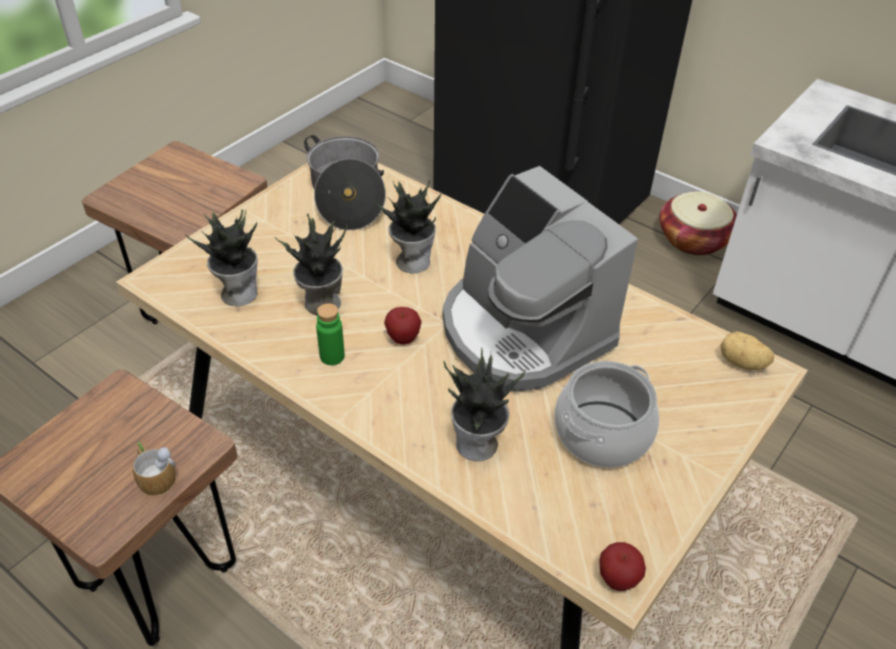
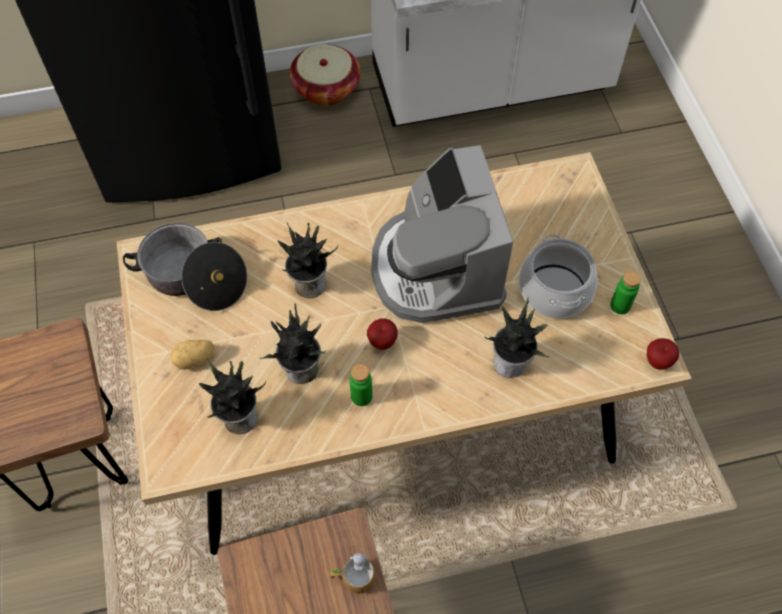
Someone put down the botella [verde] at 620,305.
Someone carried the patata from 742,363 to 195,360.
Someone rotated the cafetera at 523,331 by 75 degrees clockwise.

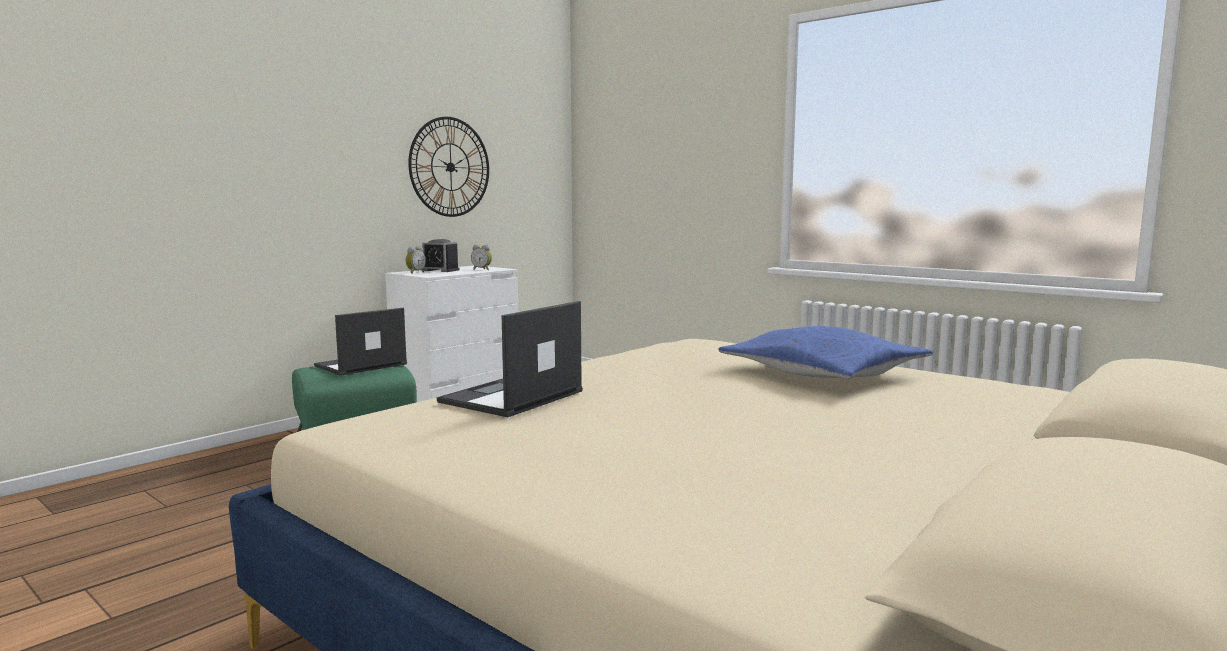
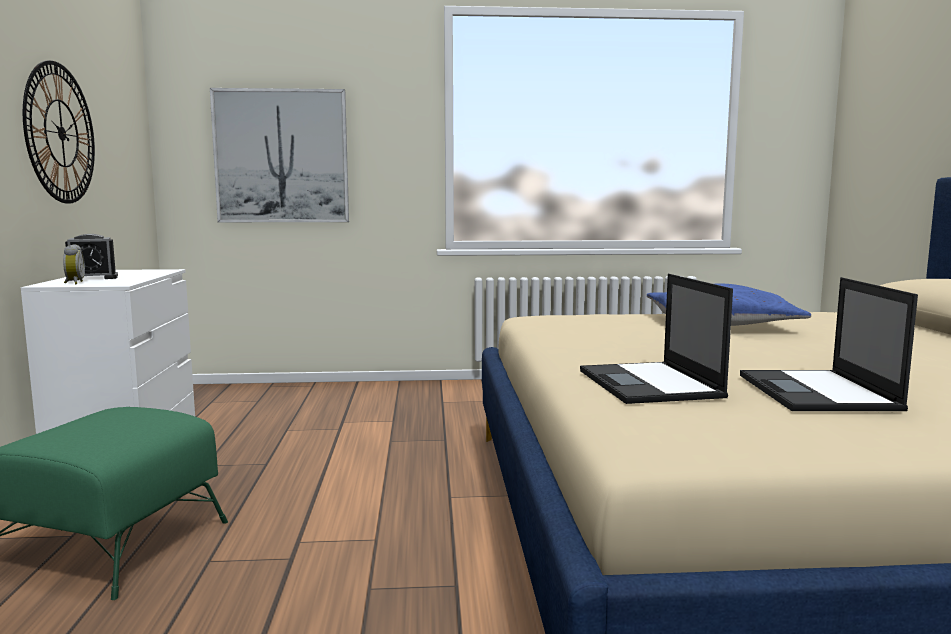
Someone took away the despertador at 482,269.
Someone put up the cuadro at 281,156.
Someone carried the portátil from 360,365 to 818,392.

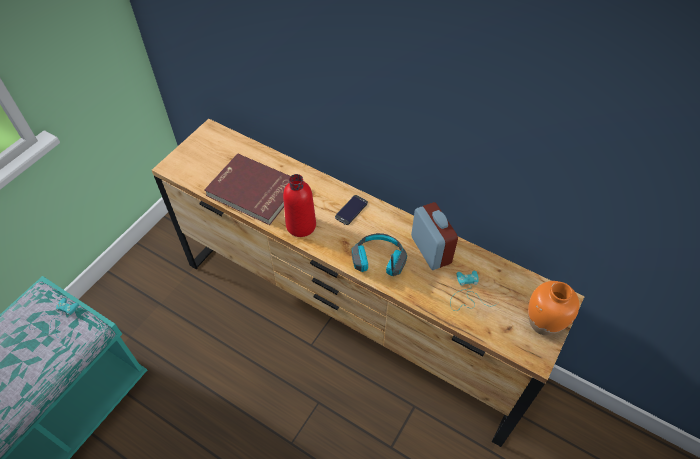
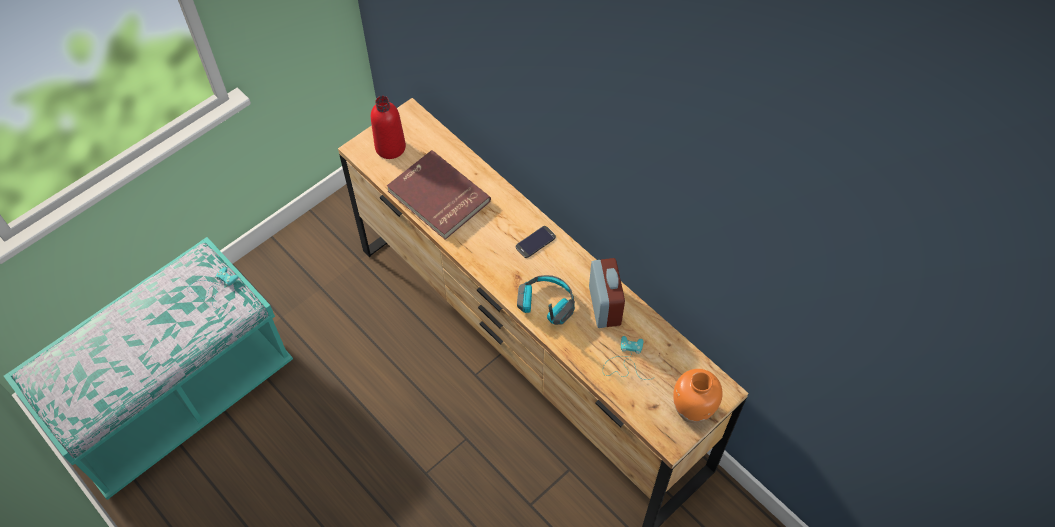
Someone carried the botella [rojo] from 301,225 to 390,147.

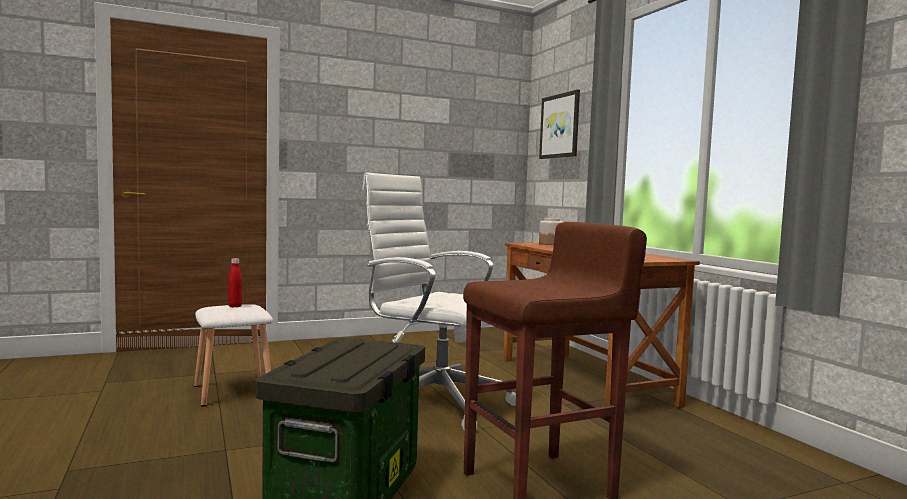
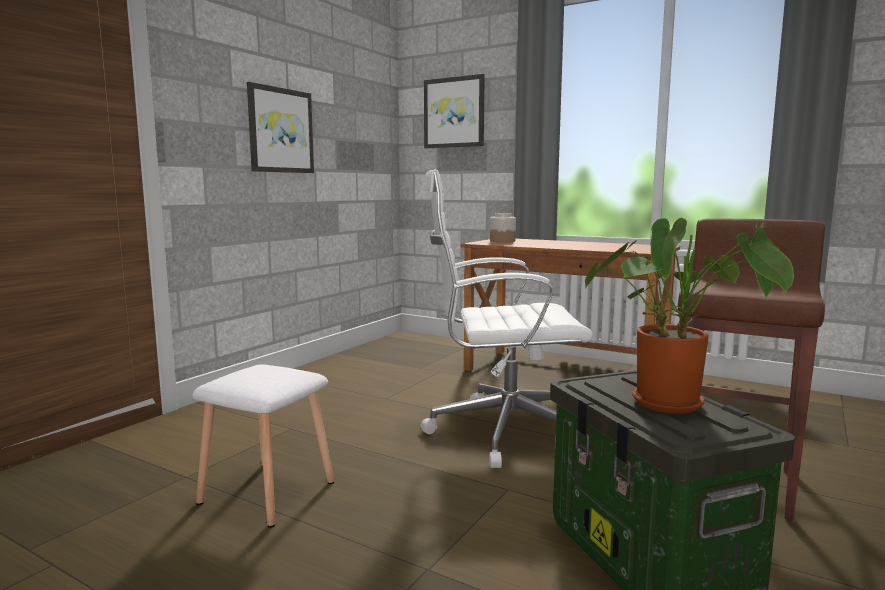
Someone took away the botella [rojo] at 235,306.
Someone put up the cuadro at 280,130.
Someone put down the planta en maceta at 676,404.

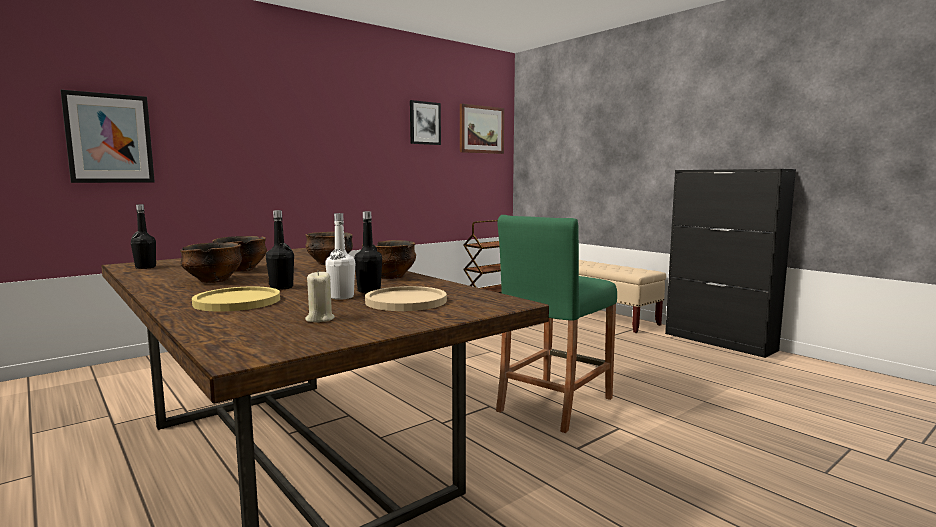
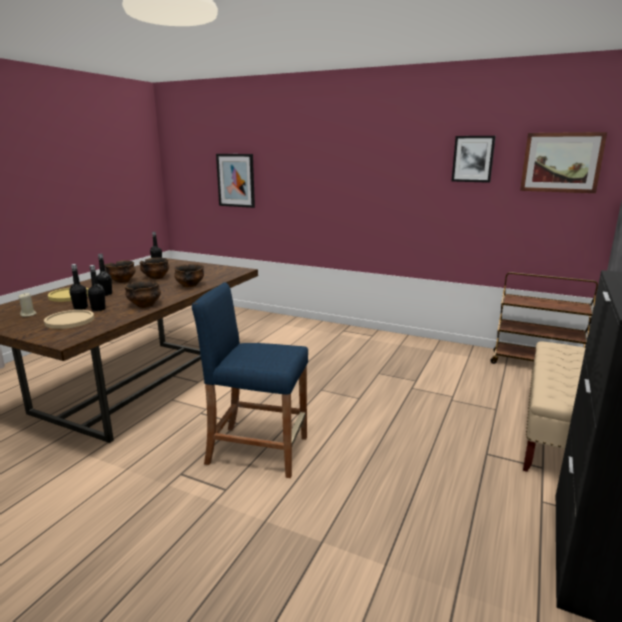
Someone repainted the botella [blanco] at 341,297, which became the botella [negro] at 80,308.
Someone repainted the taburete [verde] at 554,404, which became the taburete [azul] at 257,450.

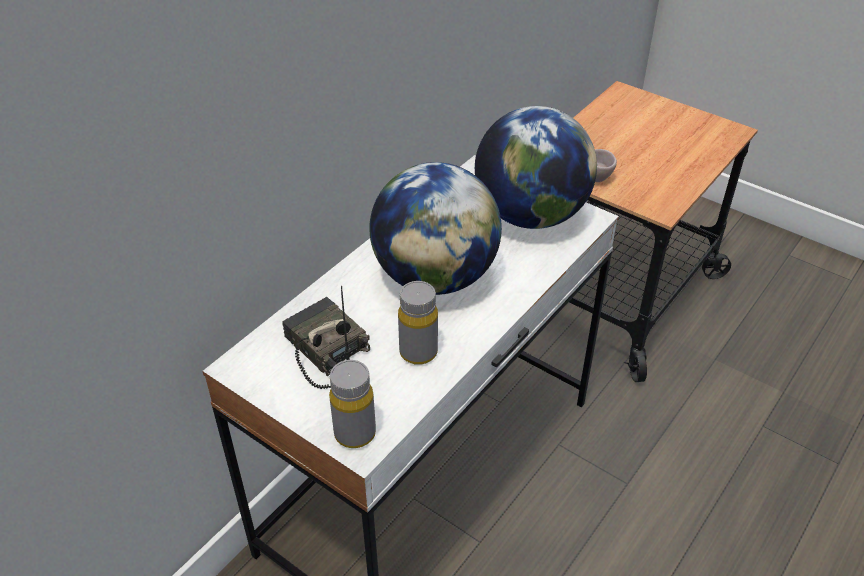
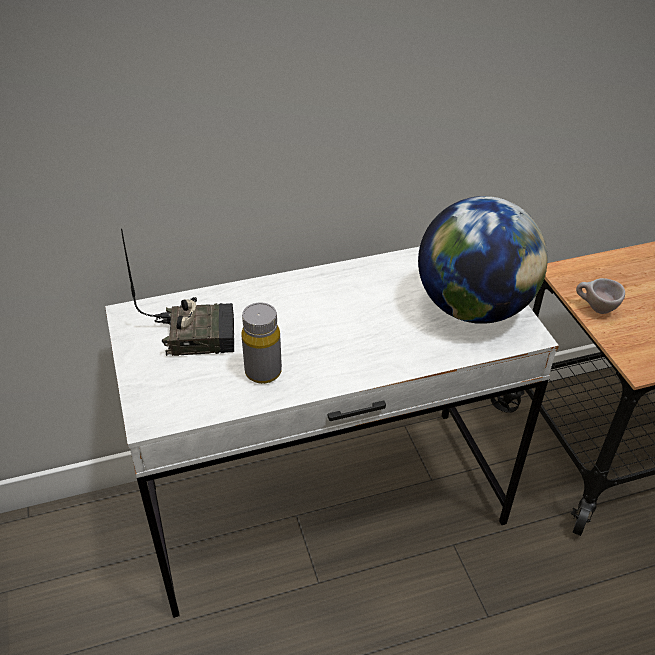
Someone took away the botella [gris] at 355,433.
Someone took away the globo terráqueo at 435,277.
Someone rotated the radio at 323,350 by 90 degrees clockwise.

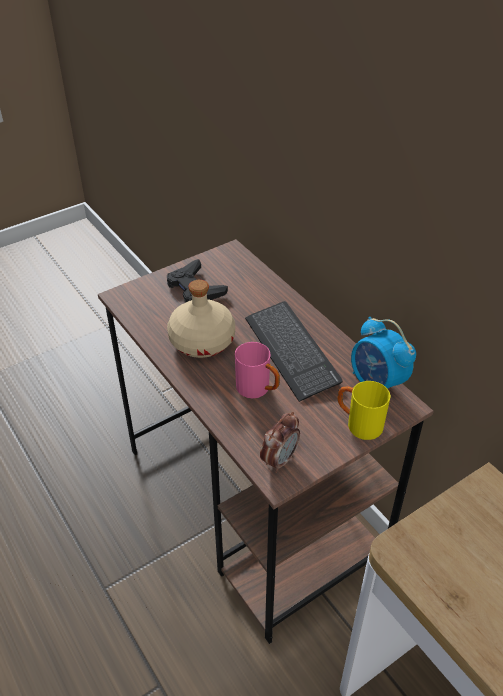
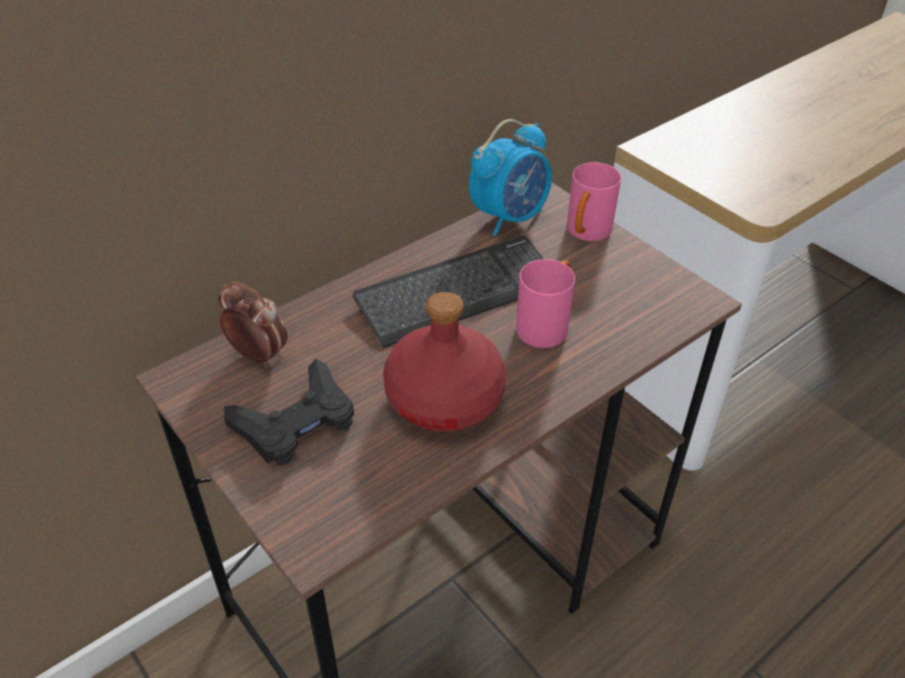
Someone carried the despertador from 279,460 to 258,355.
Someone repainted the botella [beis] at 203,341, which became the botella [rojo] at 445,397.
Someone repainted the taza grande [amarillo] at 358,424, which became the taza grande [rosa] at 586,234.

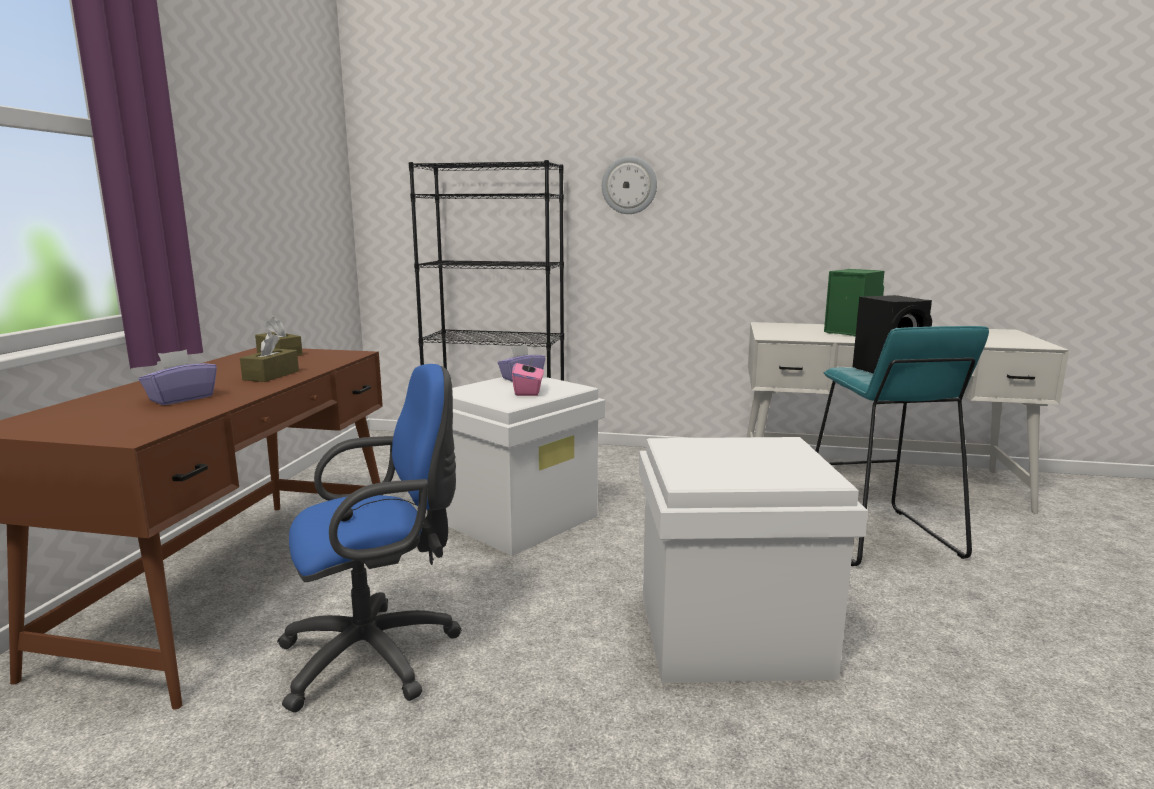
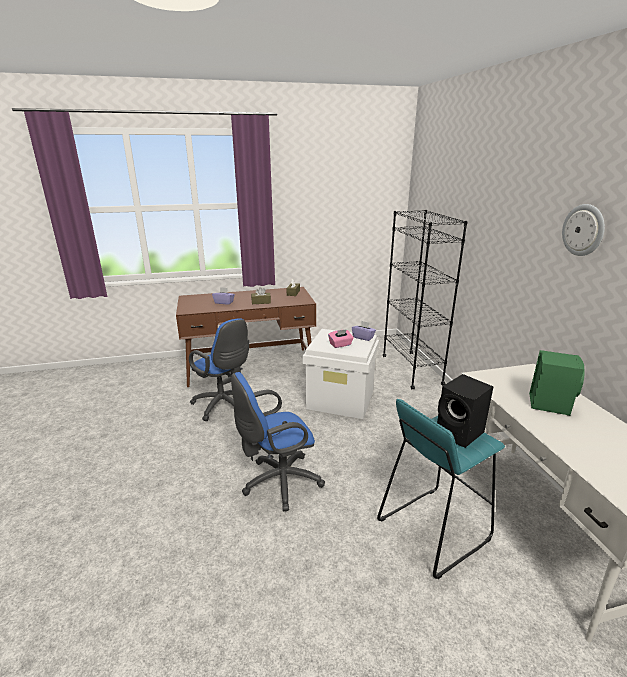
Someone carried the reloj de pared from 629,185 to 583,230.
Someone swapped the caja de almacenaje [blanco] at 729,635 for the silla de oficina [azul] at 278,482.

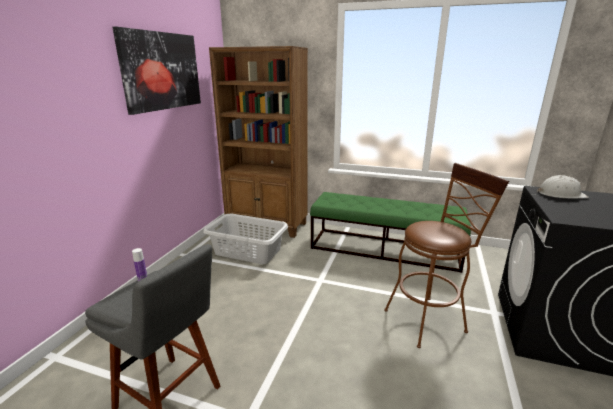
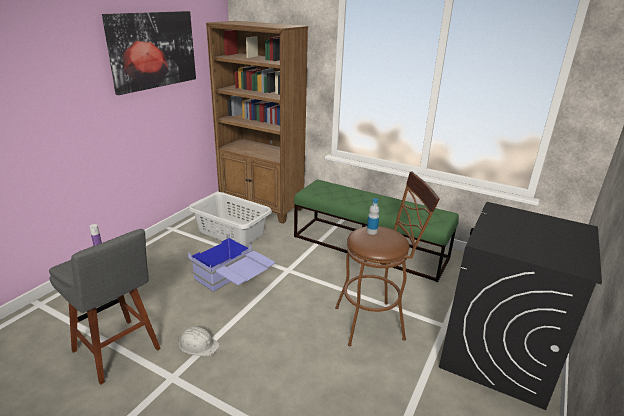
Someone put down the caja de almacenaje [azul] at 234,283.
Someone put down the botella at 372,231.
Someone carried the casco [blanco] from 560,194 to 198,345.

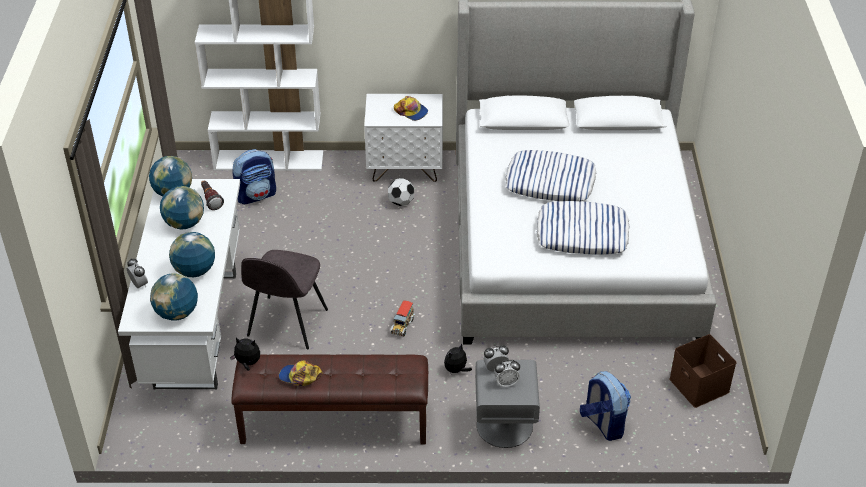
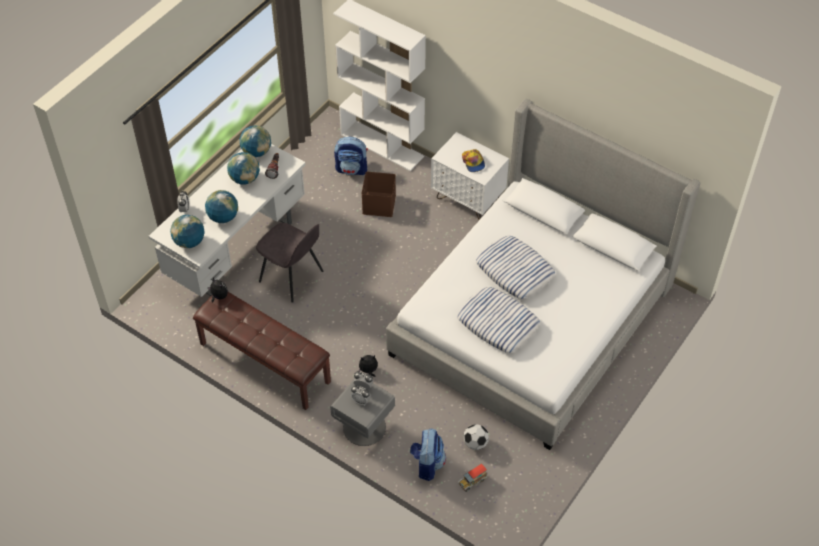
Someone took away the gorra at 299,377.
Someone carried the balón de fútbol from 401,202 to 475,443.
Someone carried the camión de juguete from 402,326 to 472,481.
Someone carried the caja de almacenaje [marrón] from 700,385 to 379,204.
Someone rotated the silla [gris] at 286,324 by 105 degrees counterclockwise.

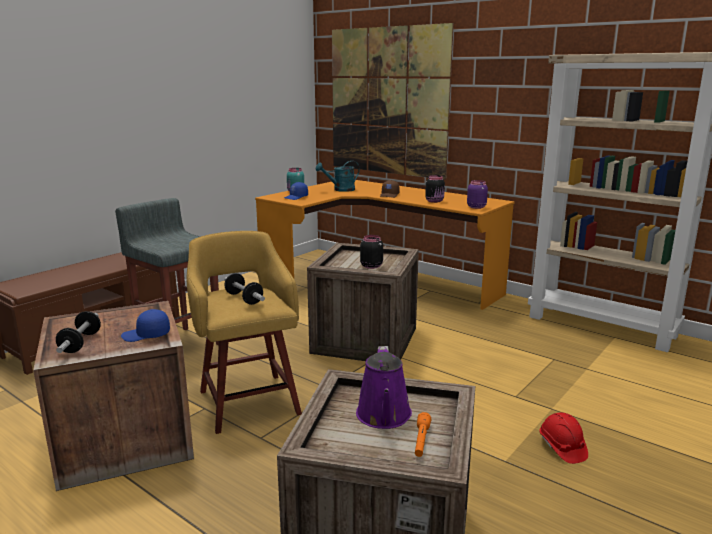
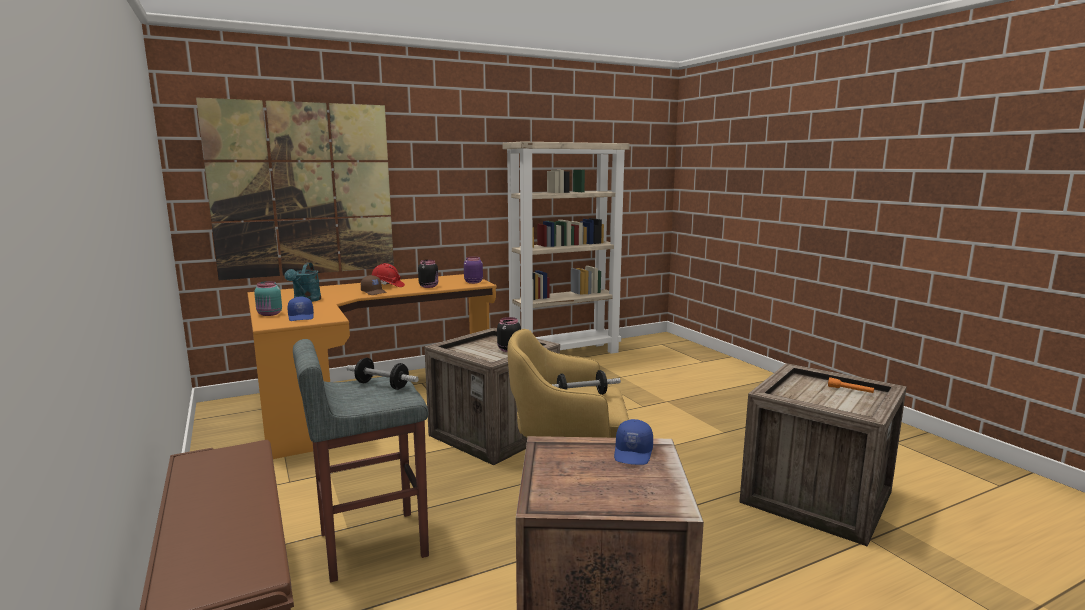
Someone took away the regadera [morado] at 384,417.
Someone carried the mancuerna from 80,343 to 382,385.
Someone carried the casco [rojo] from 562,448 to 387,286.

